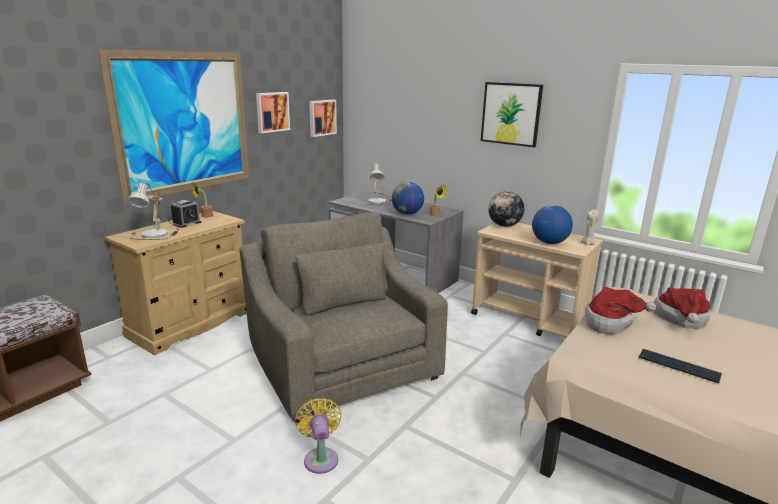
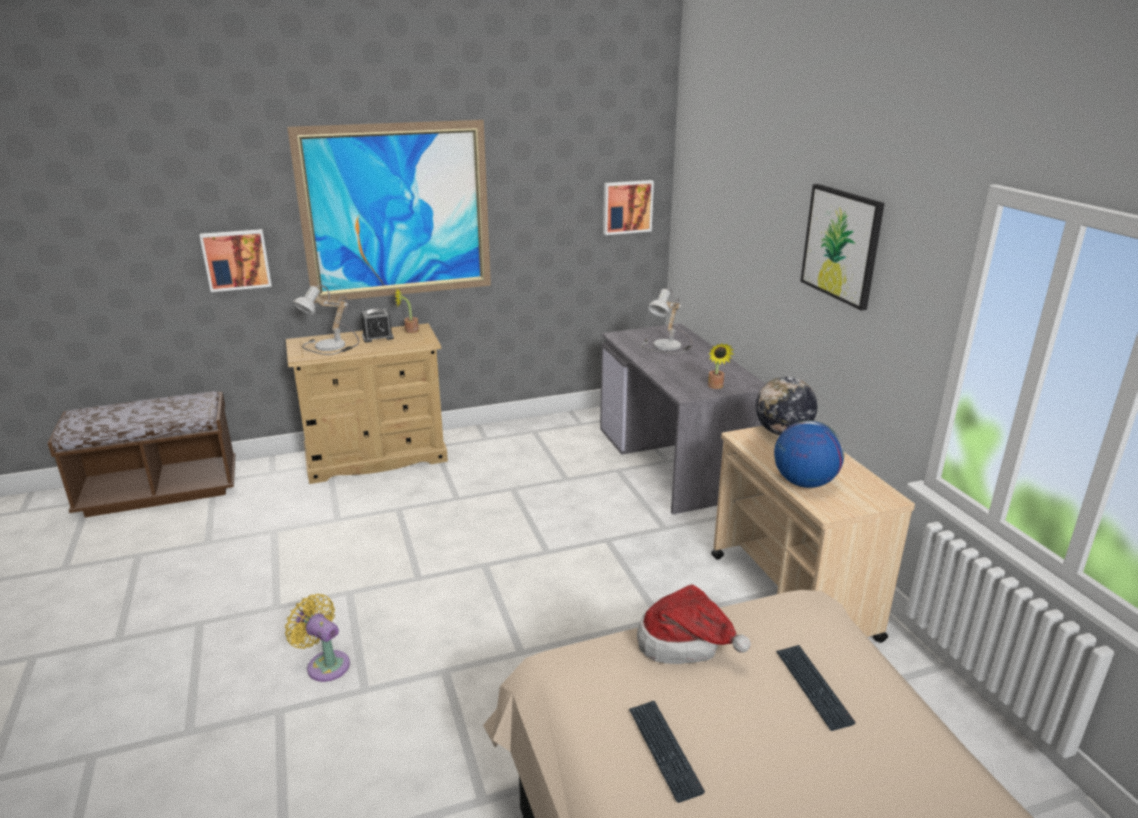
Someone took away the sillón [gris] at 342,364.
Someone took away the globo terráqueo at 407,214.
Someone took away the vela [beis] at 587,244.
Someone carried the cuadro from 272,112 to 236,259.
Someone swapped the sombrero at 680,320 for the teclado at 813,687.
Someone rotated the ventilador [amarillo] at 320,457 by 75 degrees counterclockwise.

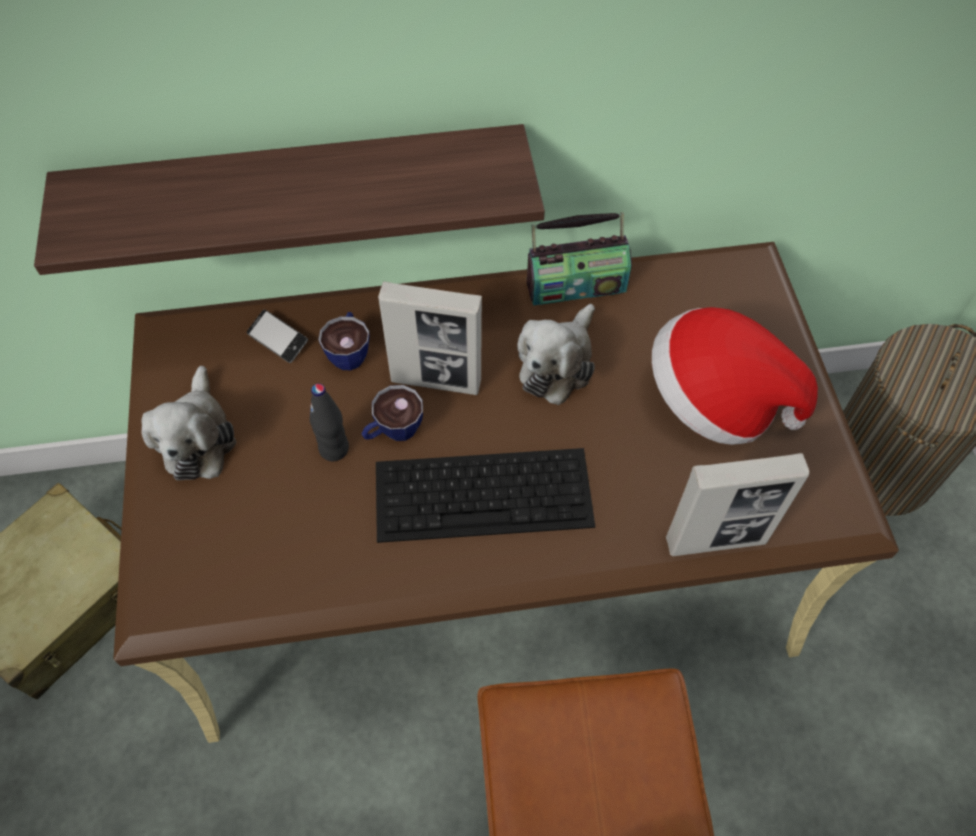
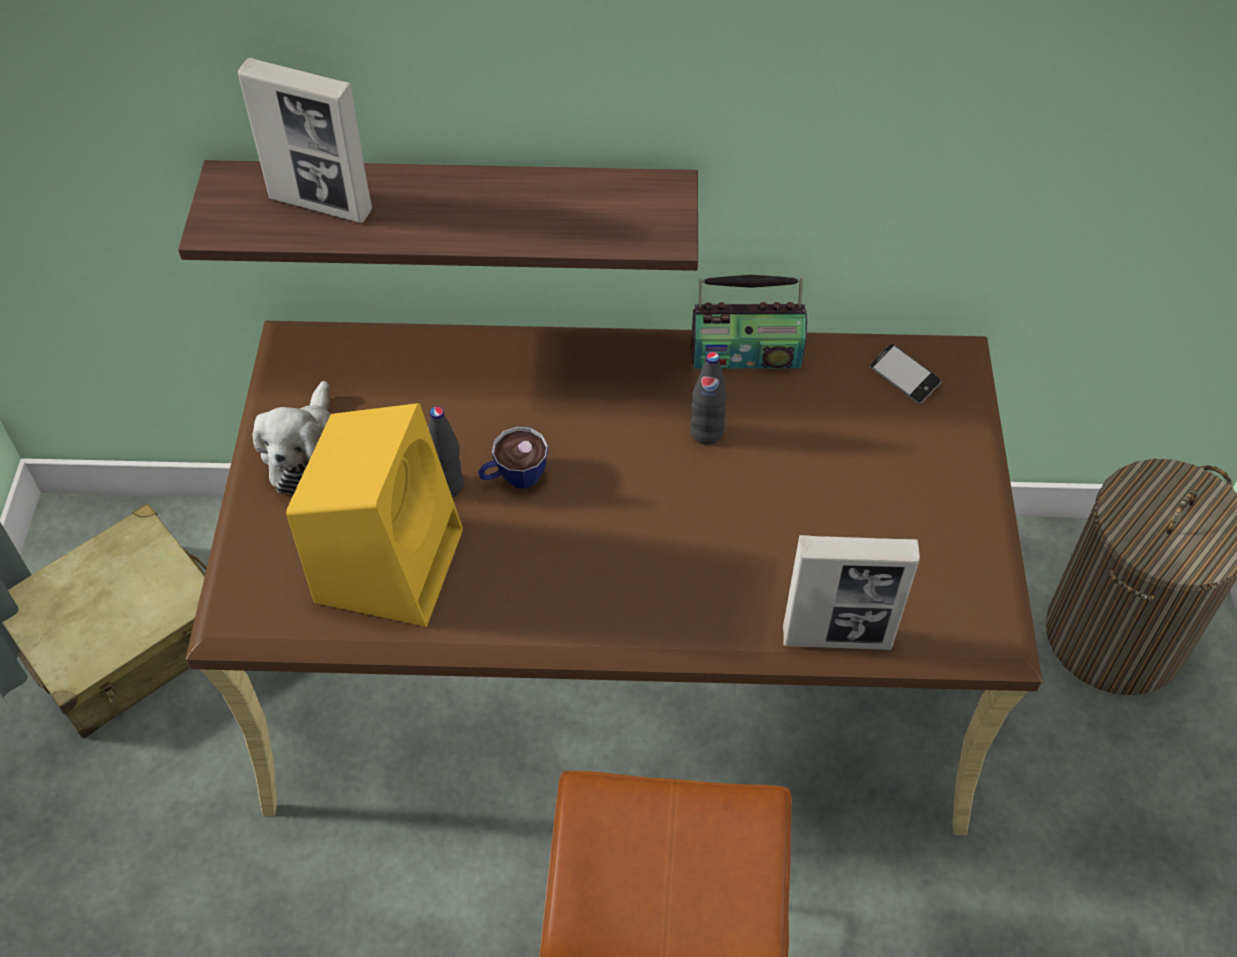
Someone took away the taza at 349,351.
Someone took away the teclado at 485,493.
Someone took away the sombrero at 716,401.
Someone put down the altavoz [amarillo] at 389,562.
Someone carried the móvil from 278,339 to 904,378.
Someone carried the portarretratos from 436,381 to 321,204.
Someone swapped the peluche at 557,364 for the botella [negro] at 706,433.

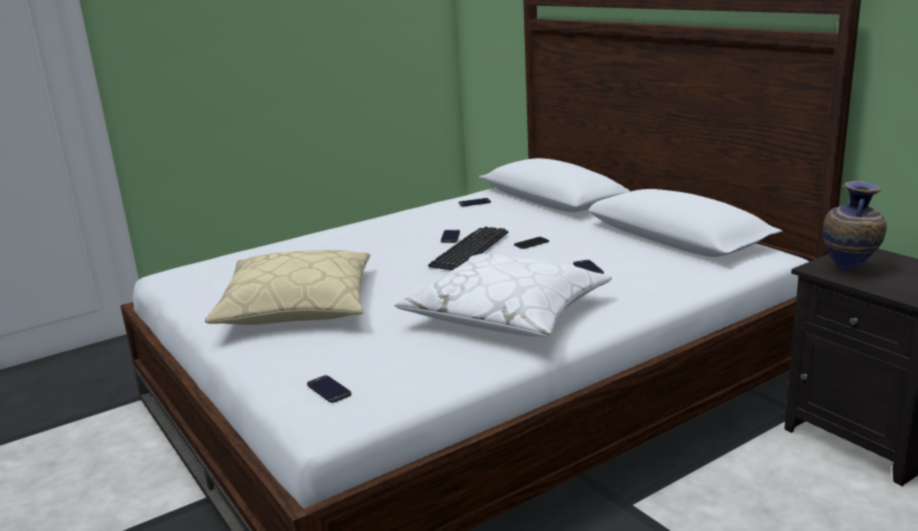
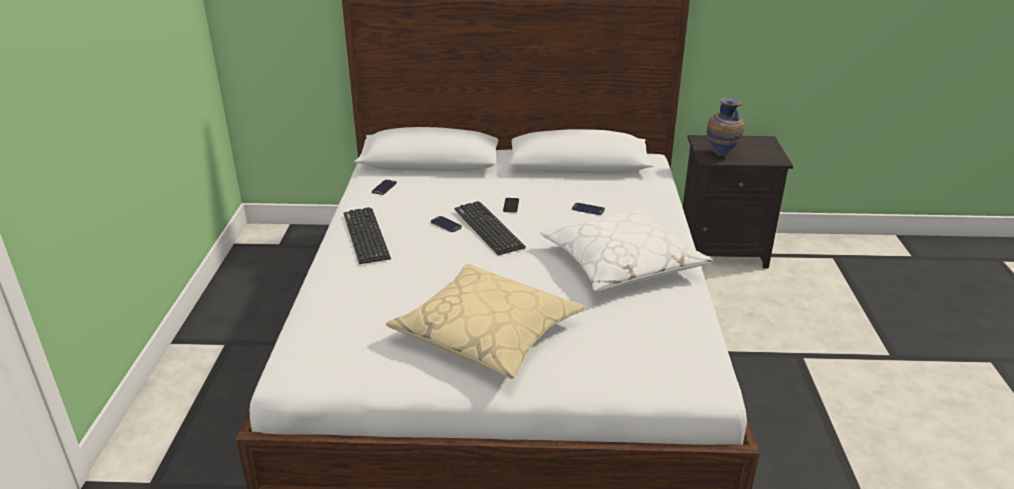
Someone took away the móvil at 329,389.
Someone put down the teclado at 366,236.

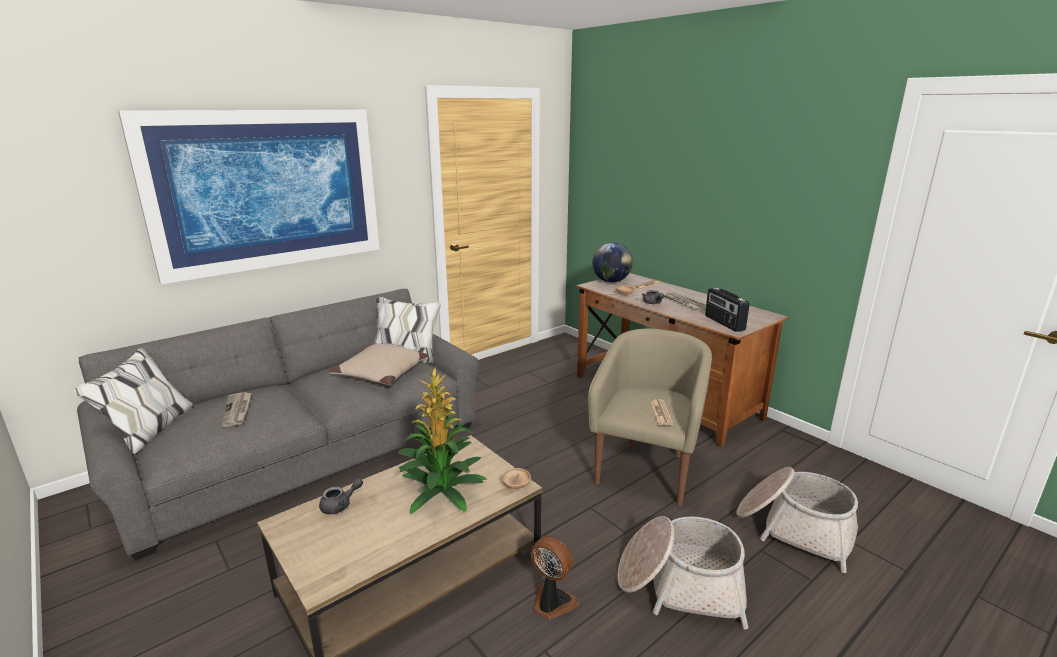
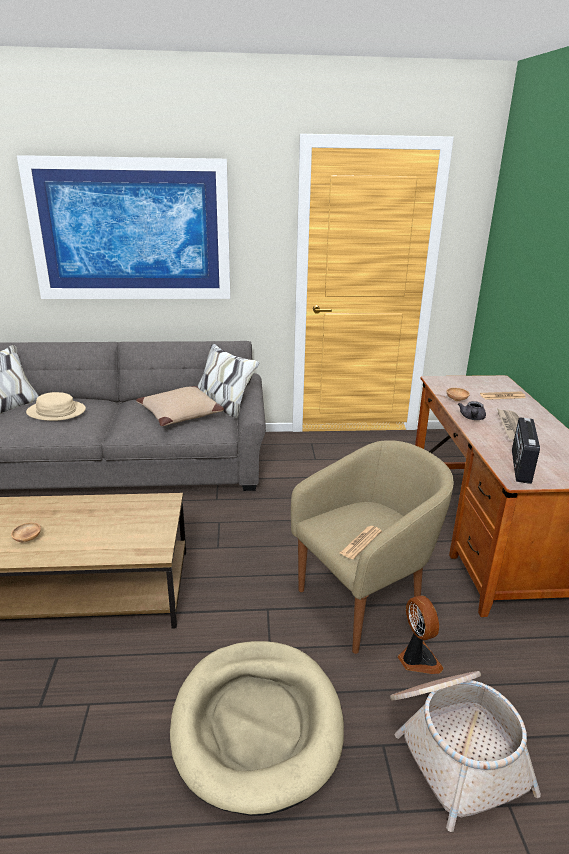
Someone took away the tetera [gris] at 340,505.
Someone took away the planta en maceta at 442,491.
Someone took away the globo terráqueo at 611,281.
Someone carried the cuenco [marrón] from 516,485 to 27,538.
Someone carried the ventilador from 551,603 to 417,659.
Someone swapped the periódico at 238,410 for the sombrero [beis] at 56,411.
Someone swapped the cesta at 680,584 for the cama para perro [beis] at 257,724.

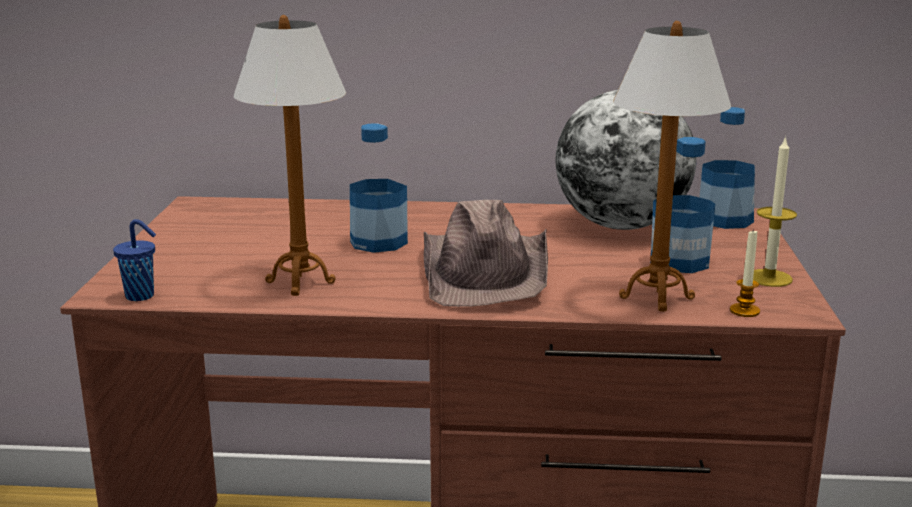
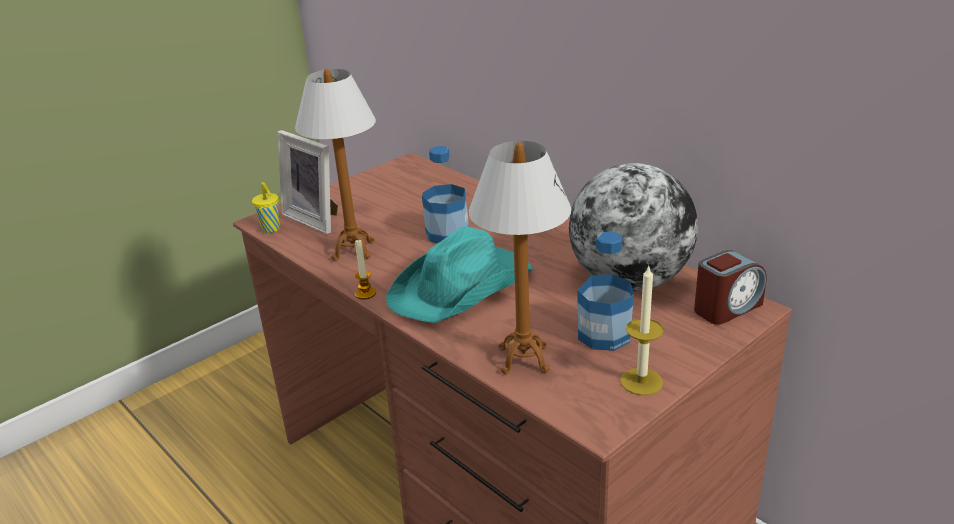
Someone put down the portarretratos at 316,218.
Someone carried the vela from 744,311 to 365,293.
Someone swapped the botella at 725,220 for the despertador at 727,308.
Someone repainted the taza [azul] at 141,296, which became the taza [amarillo] at 271,229.
Someone repainted the sombrero [marrón] at 487,272, which became the sombrero [turquesa] at 462,287.

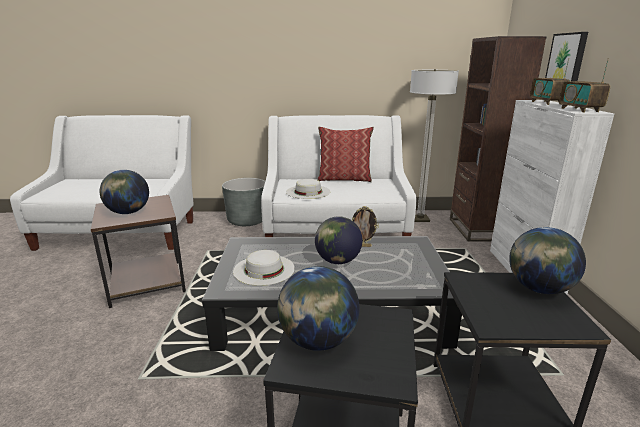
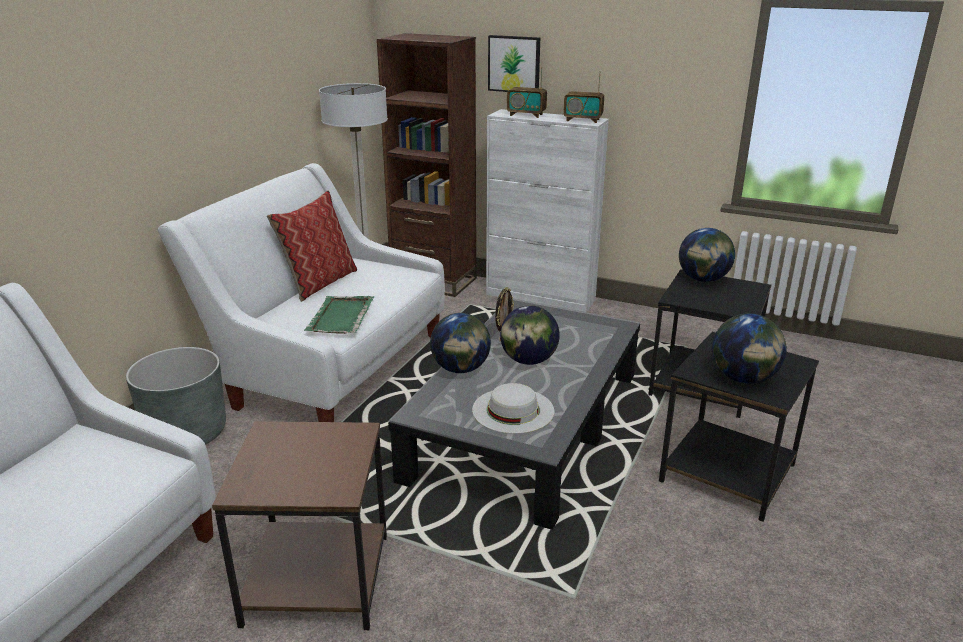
Someone carried the globo terráqueo from 128,212 to 461,369.
Someone swapped the sombrero [blanco] at 308,191 for the bandeja [verde] at 340,317.

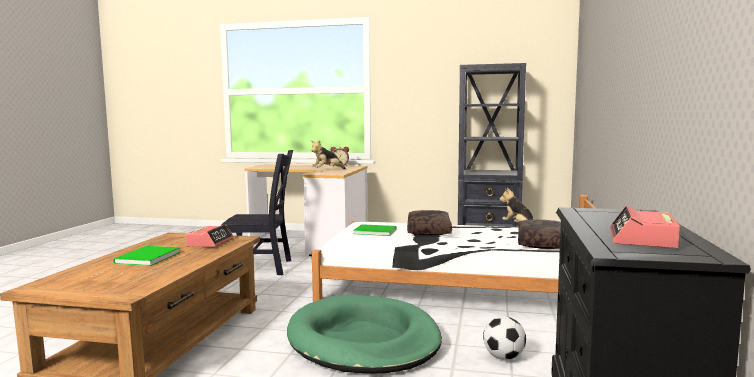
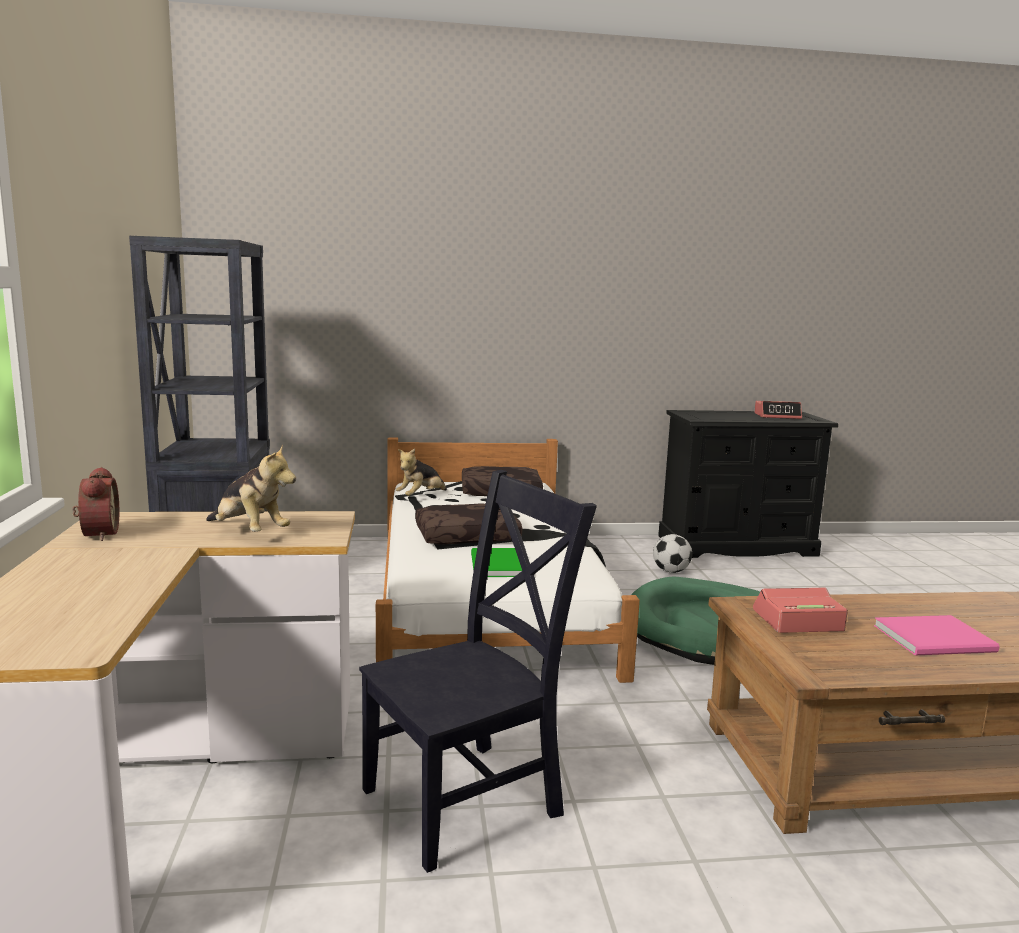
Someone repainted the libro [verde] at 145,258, which became the libro [rosa] at 938,640.
Someone rotated the silla [negro] at 262,267 by 75 degrees clockwise.

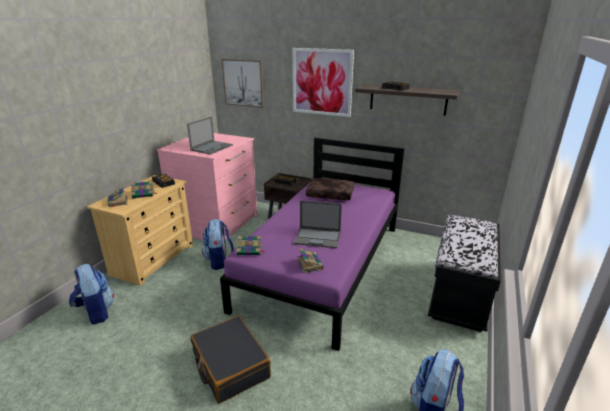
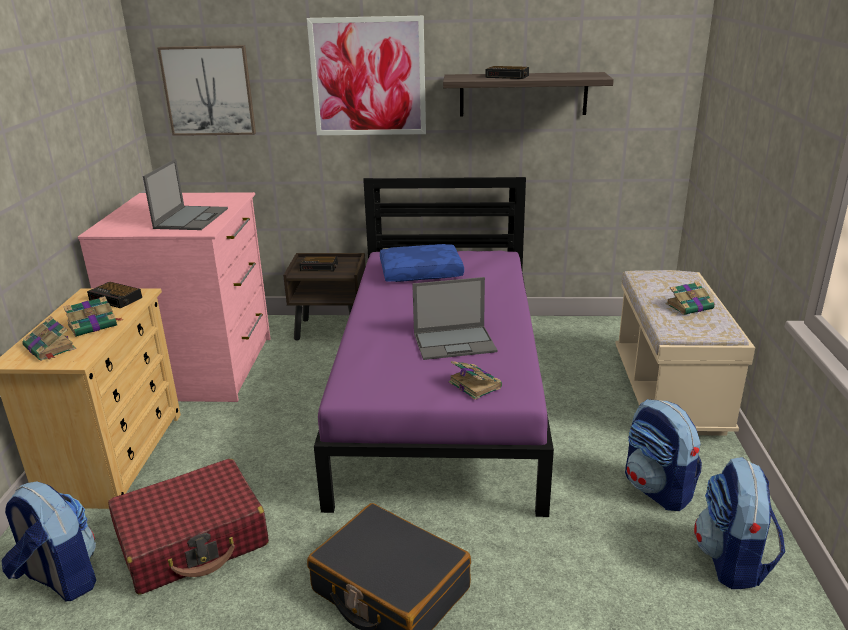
Someone put down the maleta [rojo] at 193,540.
Someone carried the mochila from 219,261 to 657,489.
Someone carried the libro from 250,250 to 690,306.
Someone repainted the cojín [marrón] at 331,194, which became the cojín [azul] at 421,272.
Someone repainted the banco [negro] at 459,295, which became the banco [beis] at 669,393.

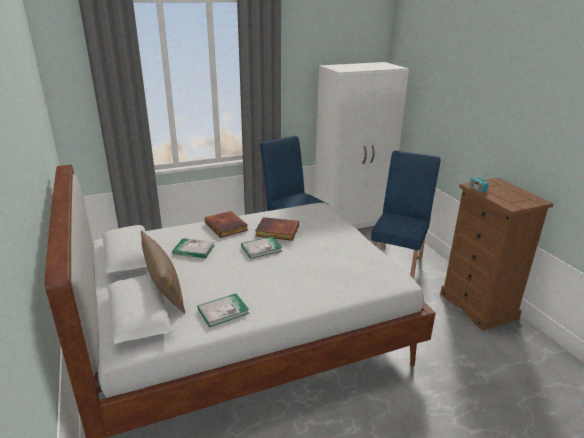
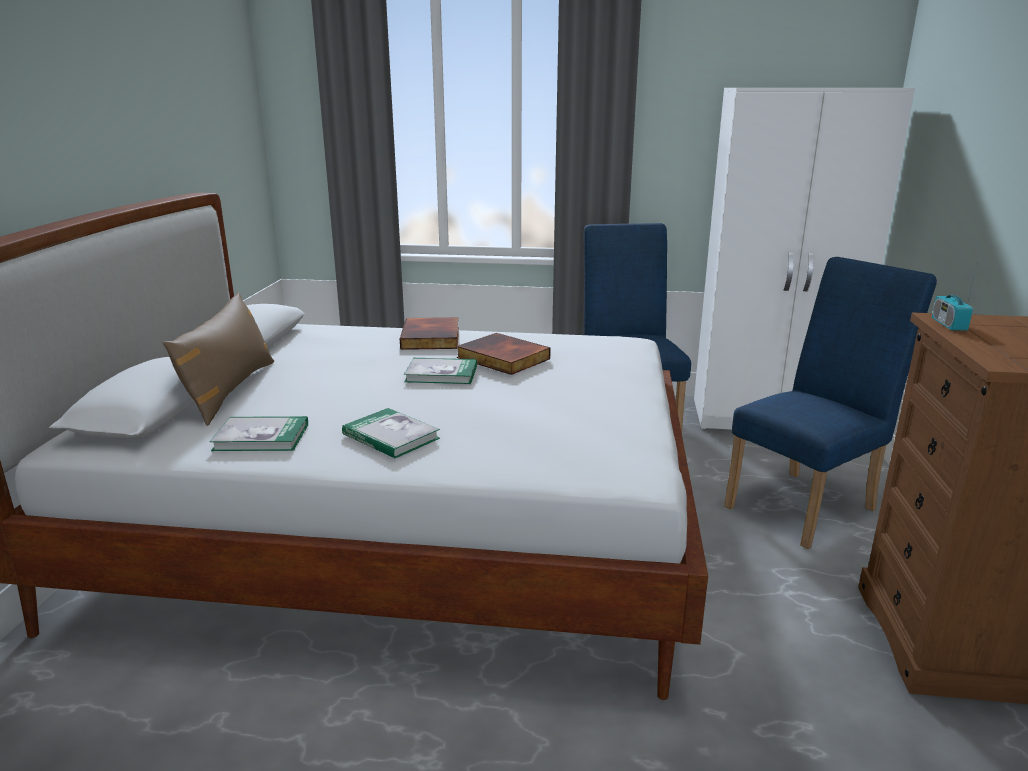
Someone carried the libro from 193,250 to 391,436.

